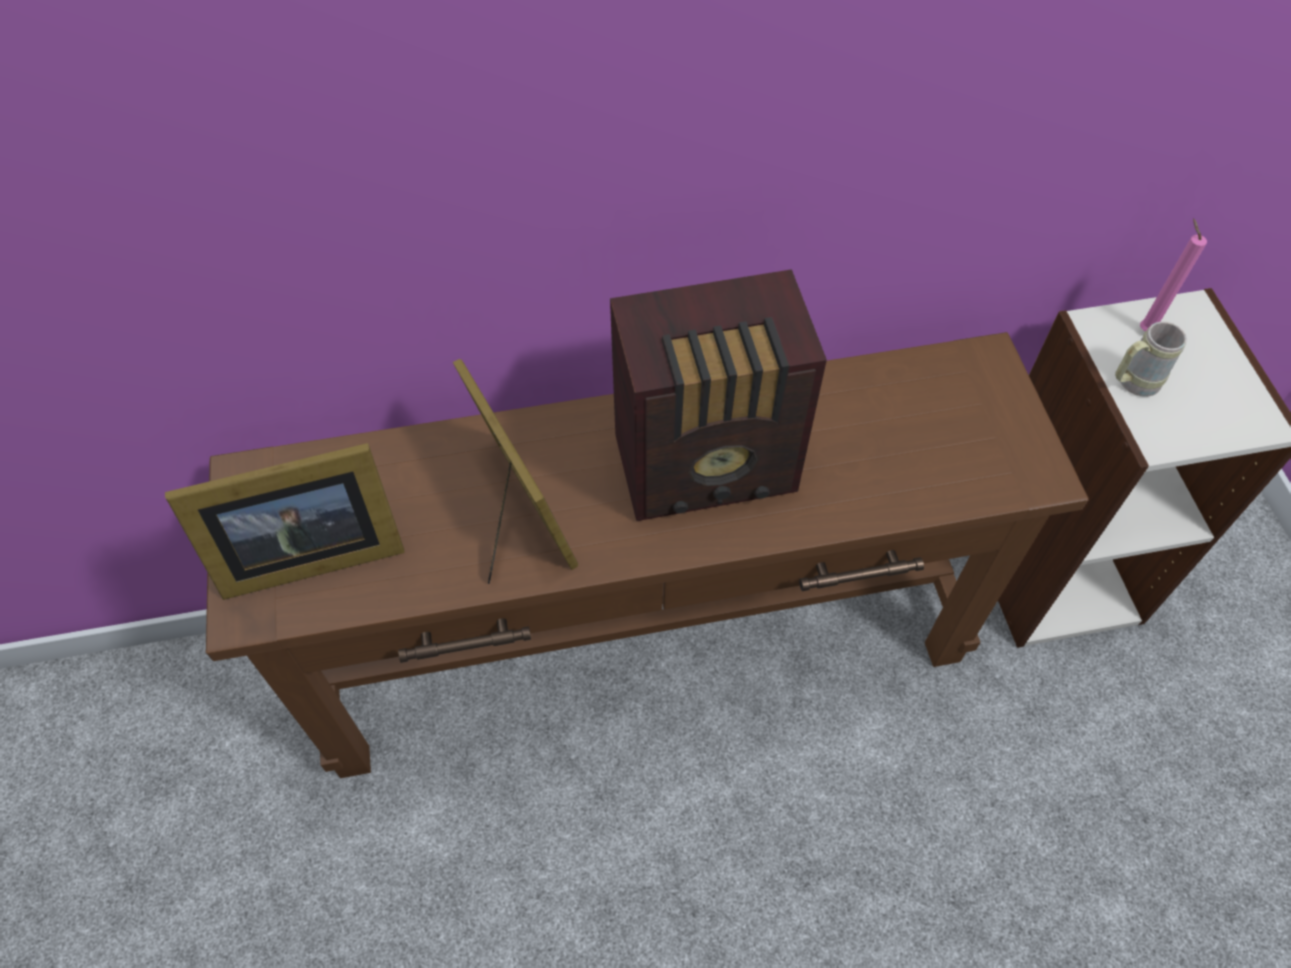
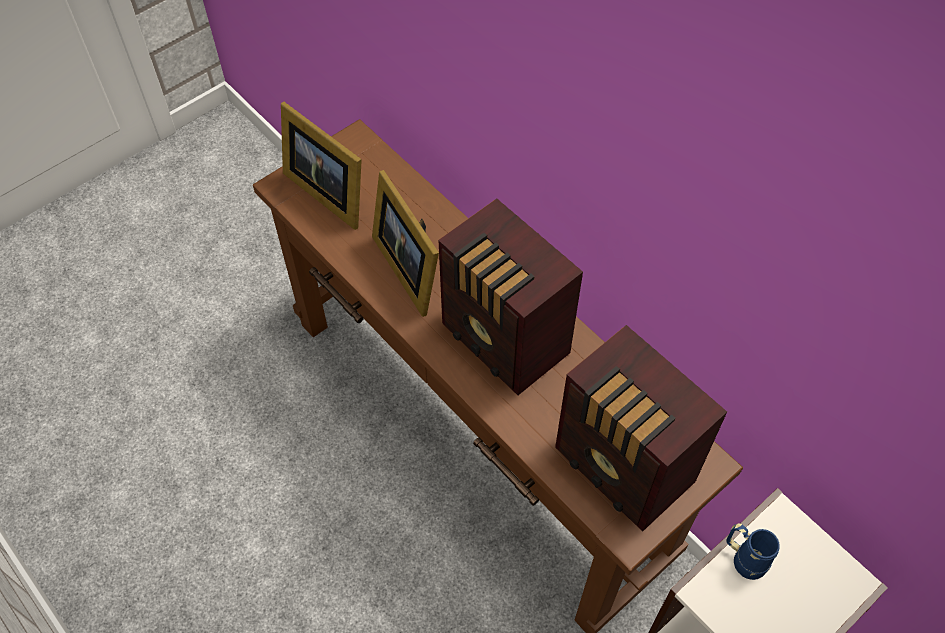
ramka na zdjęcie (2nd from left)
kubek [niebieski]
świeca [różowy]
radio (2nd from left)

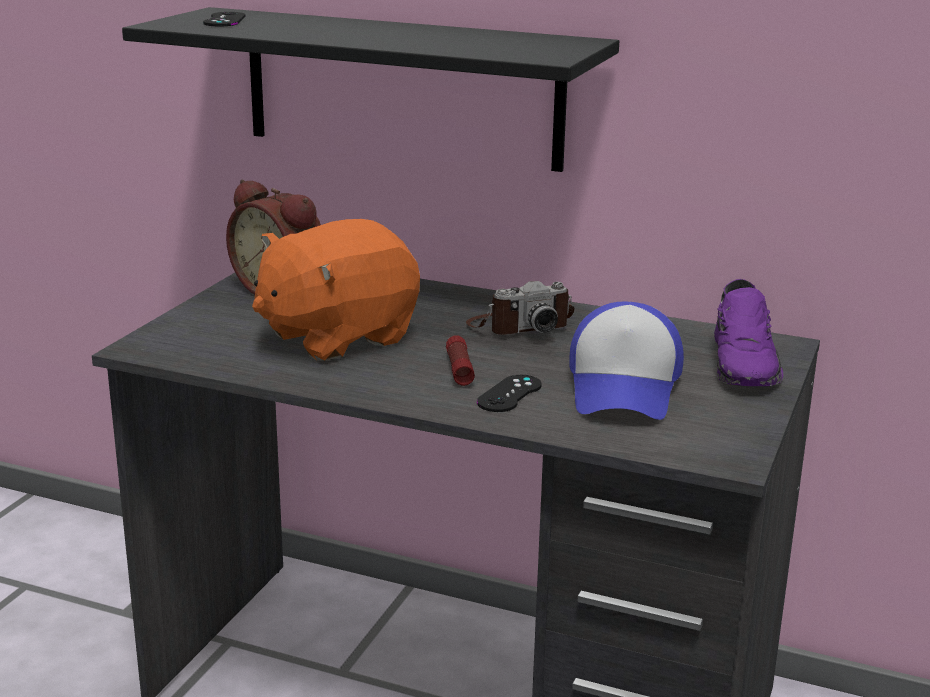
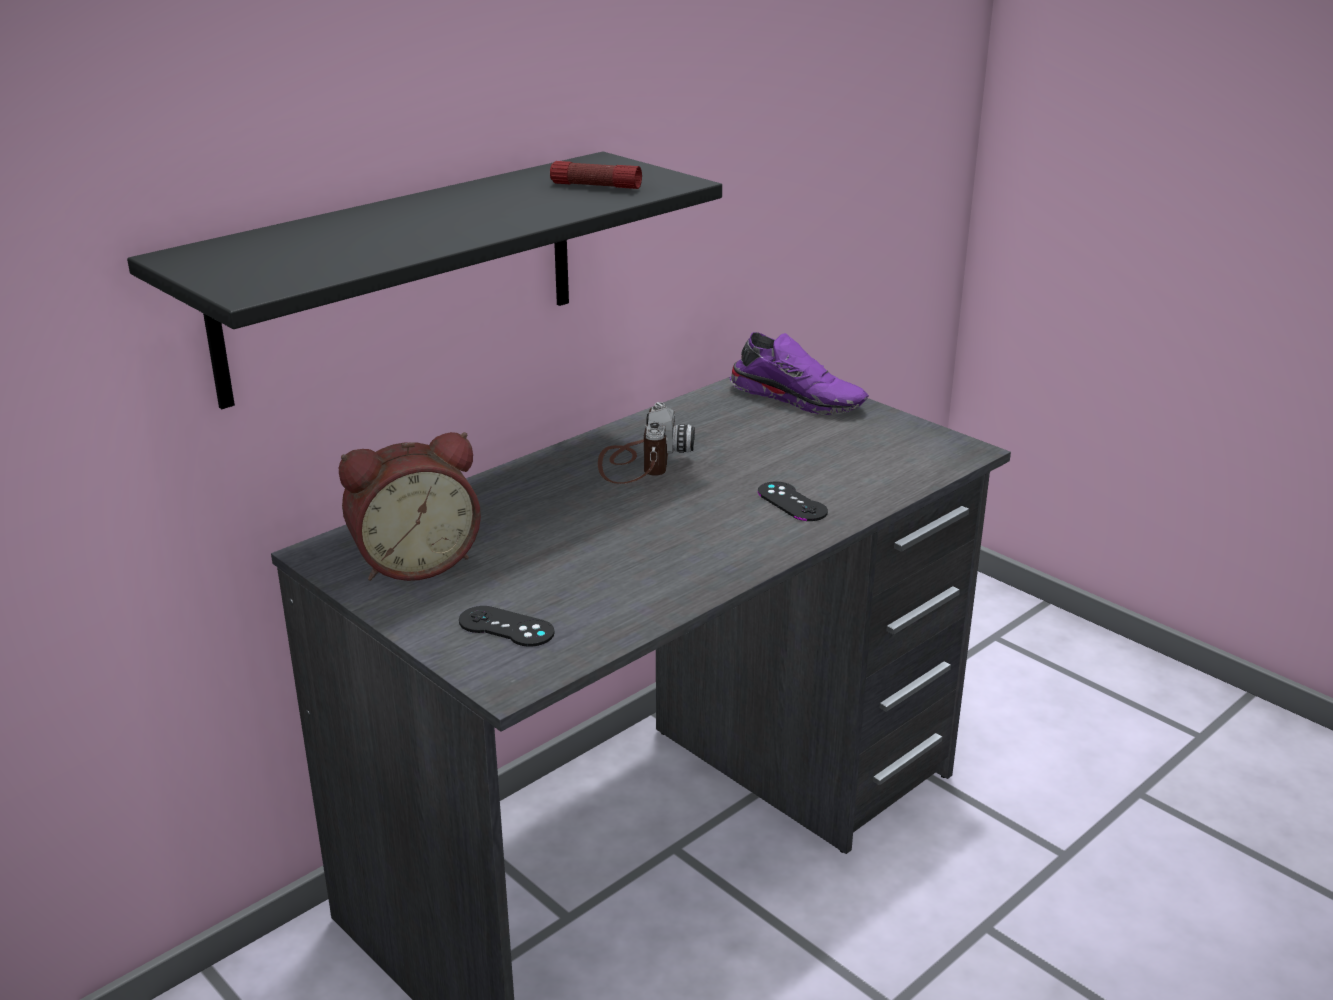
pad do gier [czarny] (1st from left)
pluszak [pomarańczowy]
latarka
czapka z daszkiem

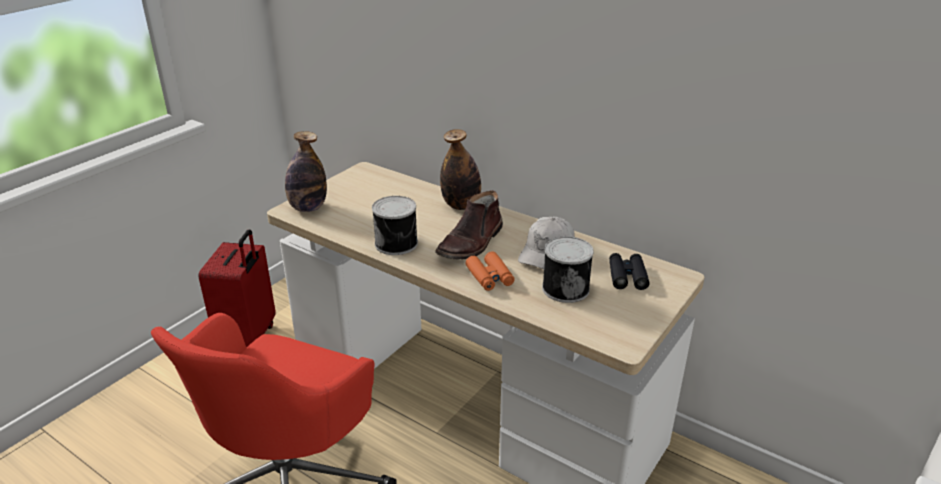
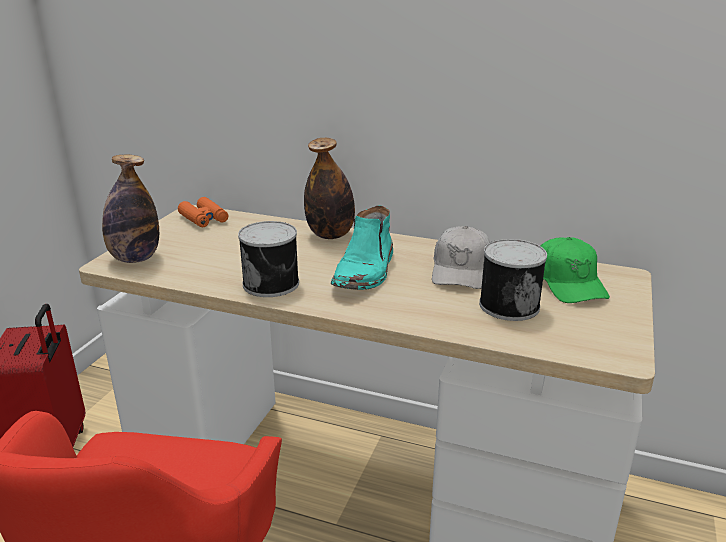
but z cholewką [turkusowy]
lornetka [pomarańczowy]
czapka z daszkiem [zielony]

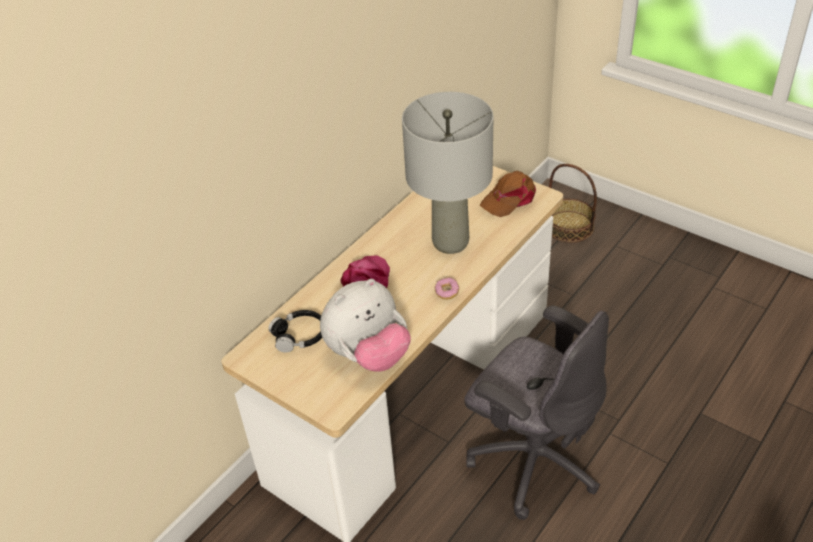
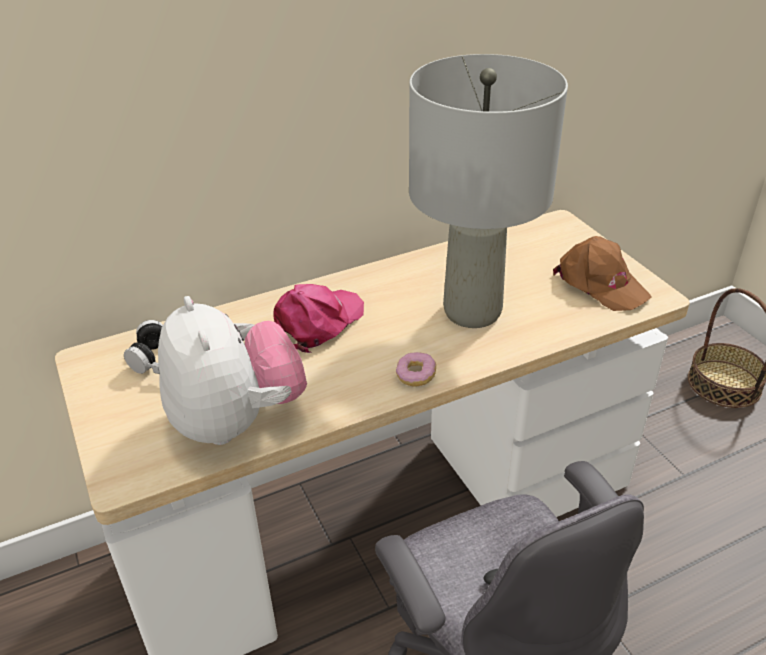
pluszak
czapka z daszkiem [brązowy]

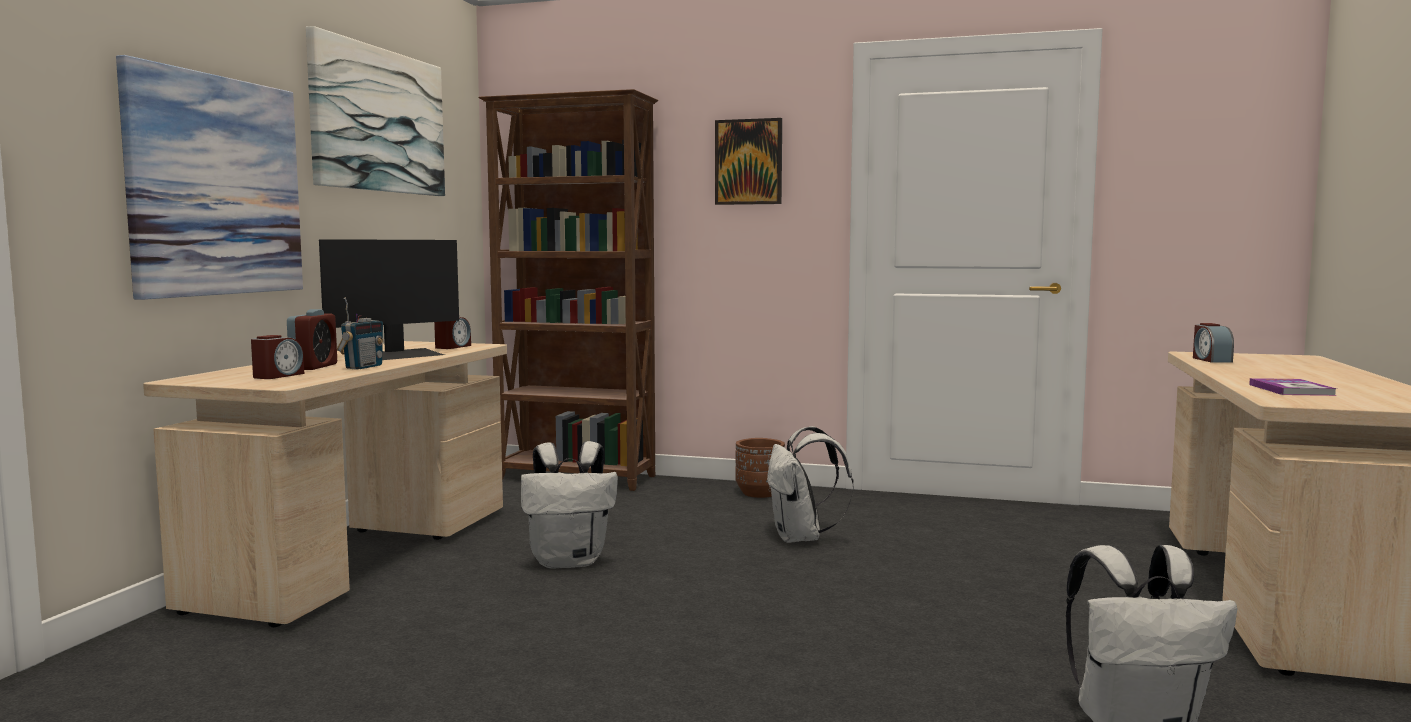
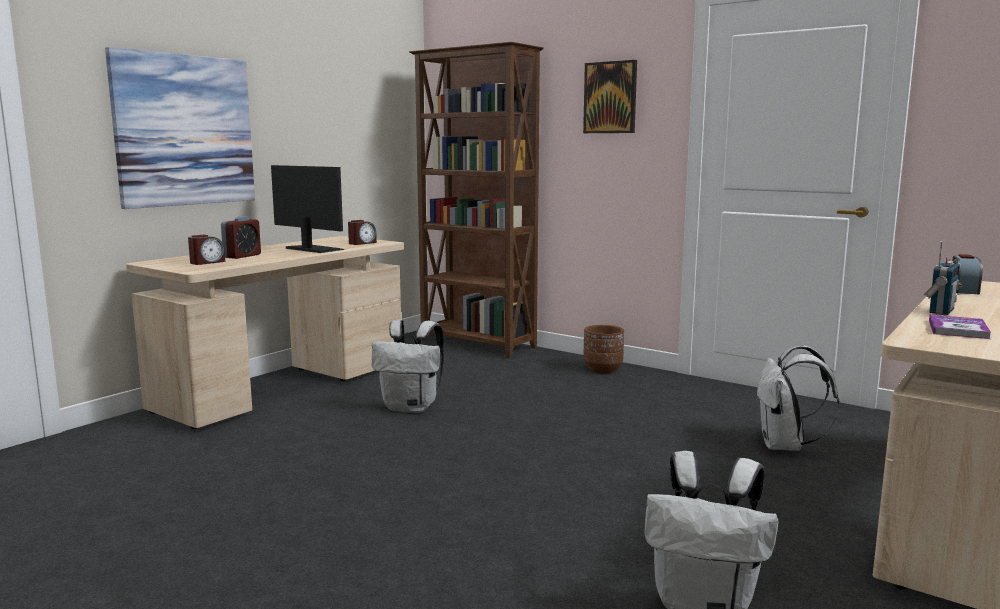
obraz (2nd from left in the first image)
monitor
radio
plecak [biały] (3rd from left)

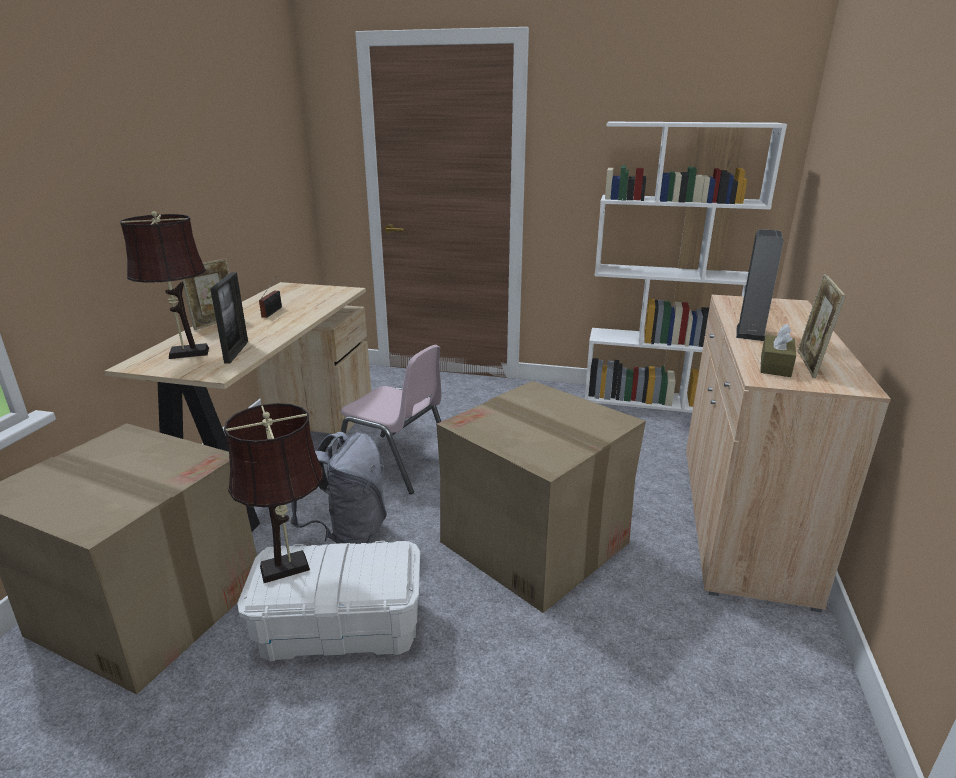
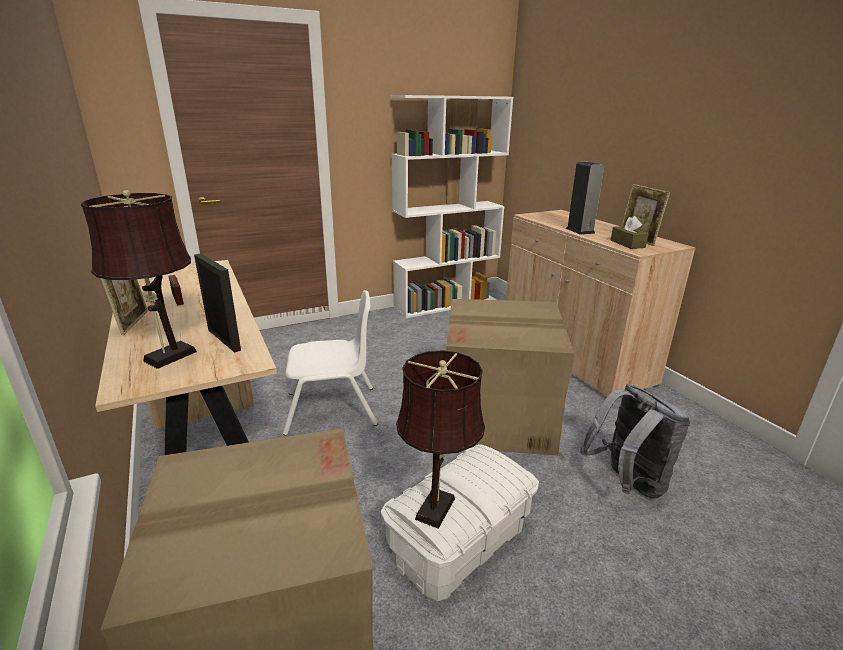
plecak [szary]
krzesło [biały]

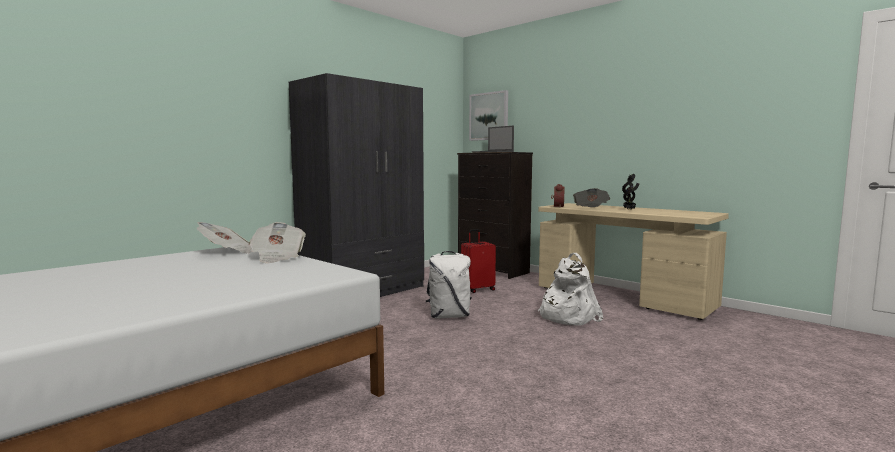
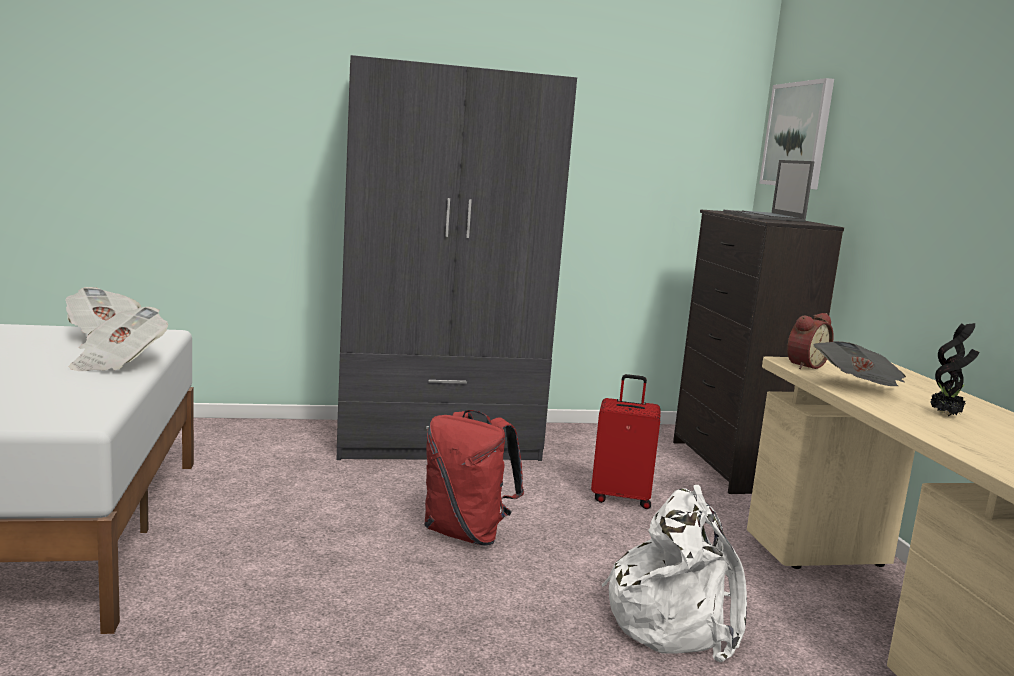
plecak [czerwony]

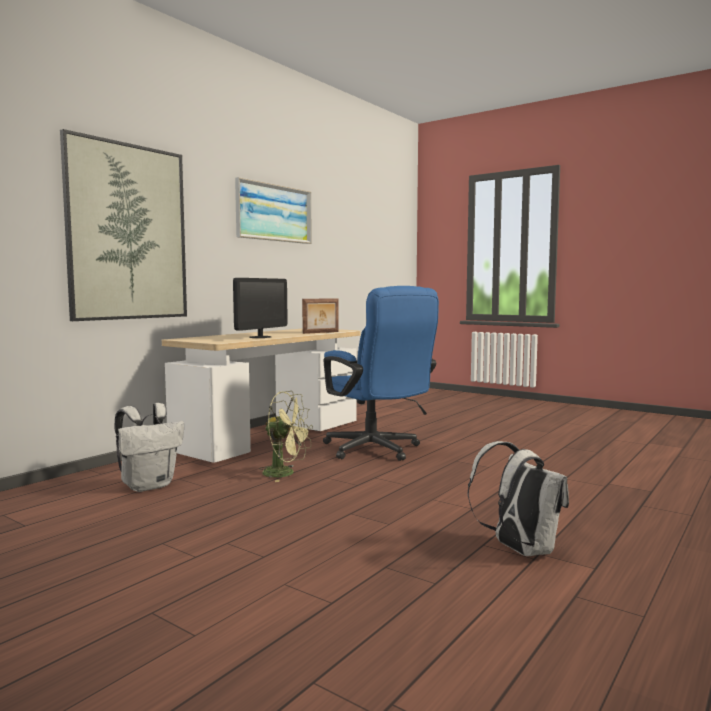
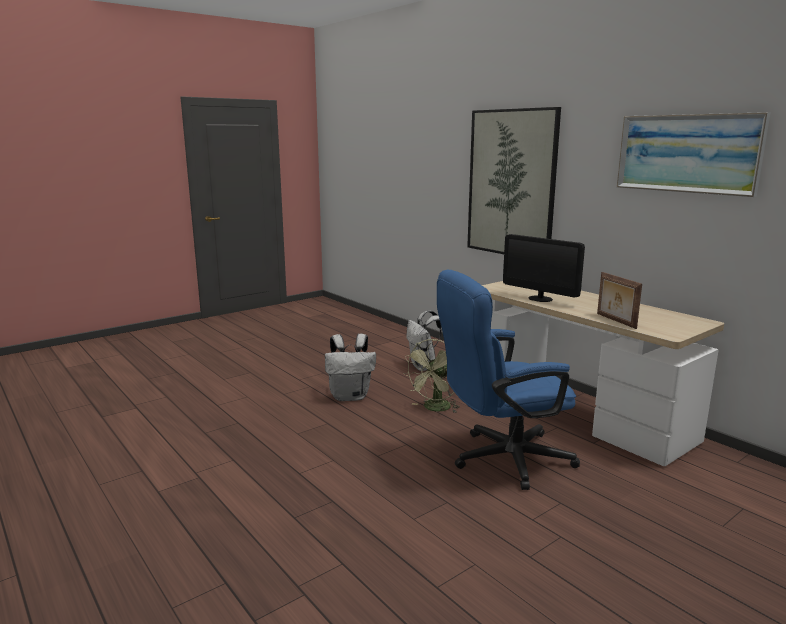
plecak [biały] (1st from left)

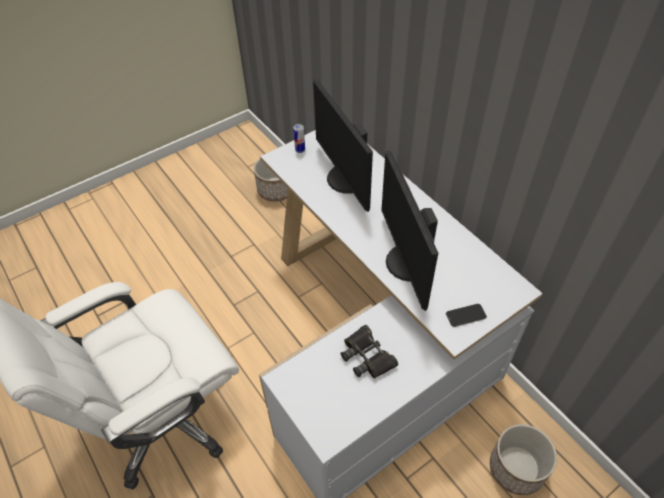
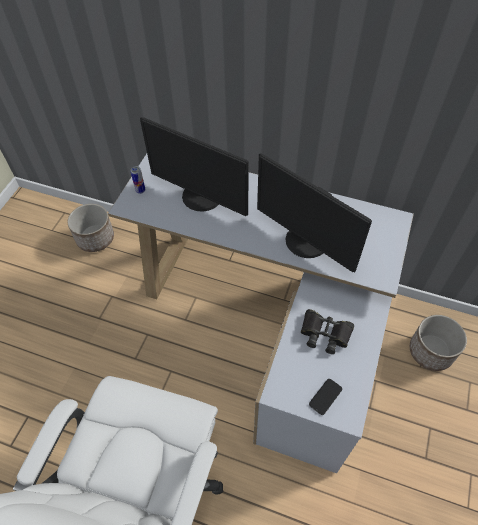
telefon

